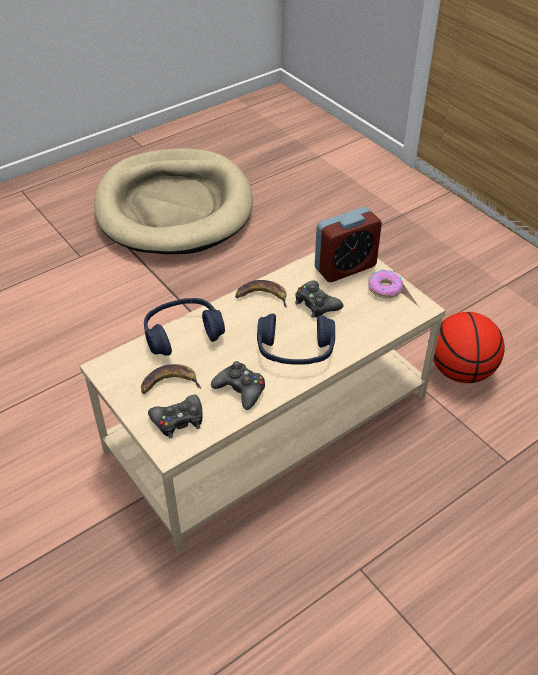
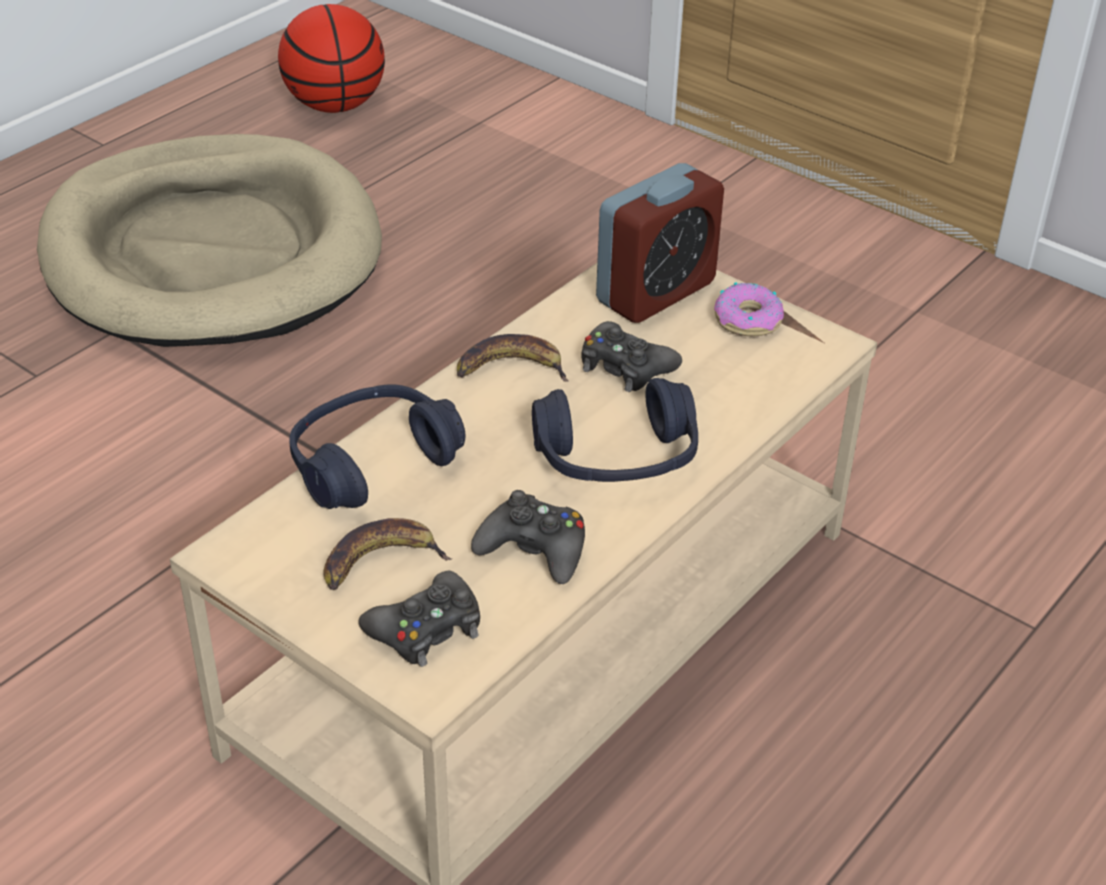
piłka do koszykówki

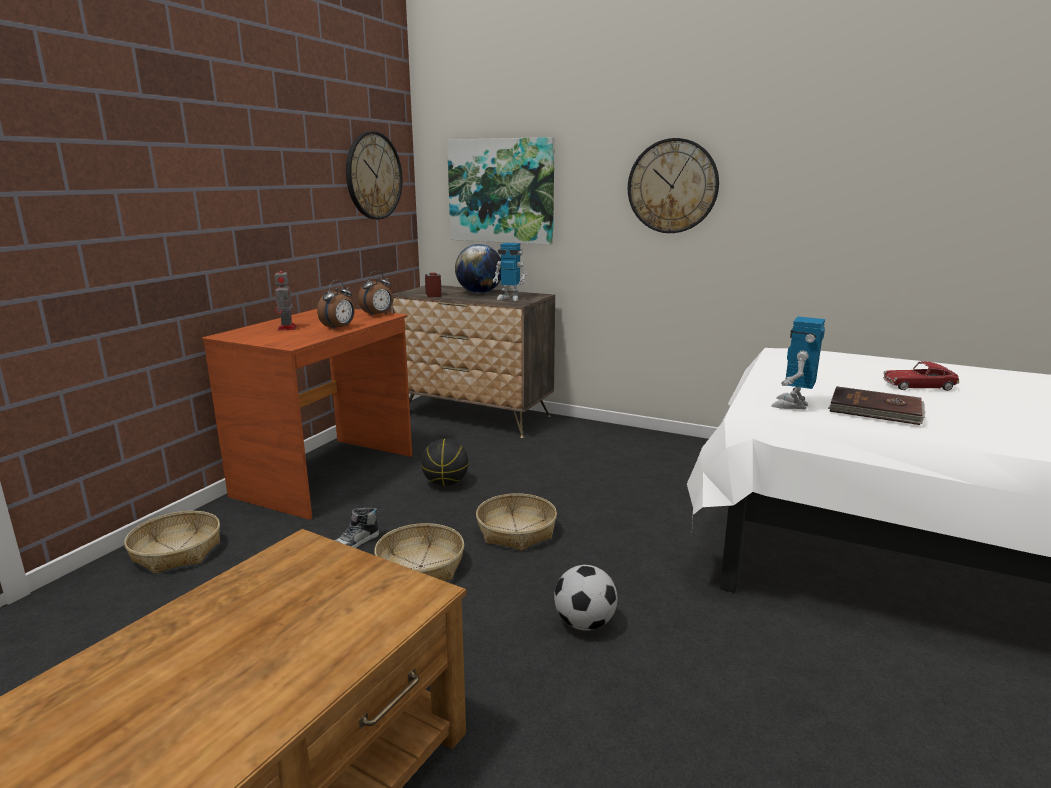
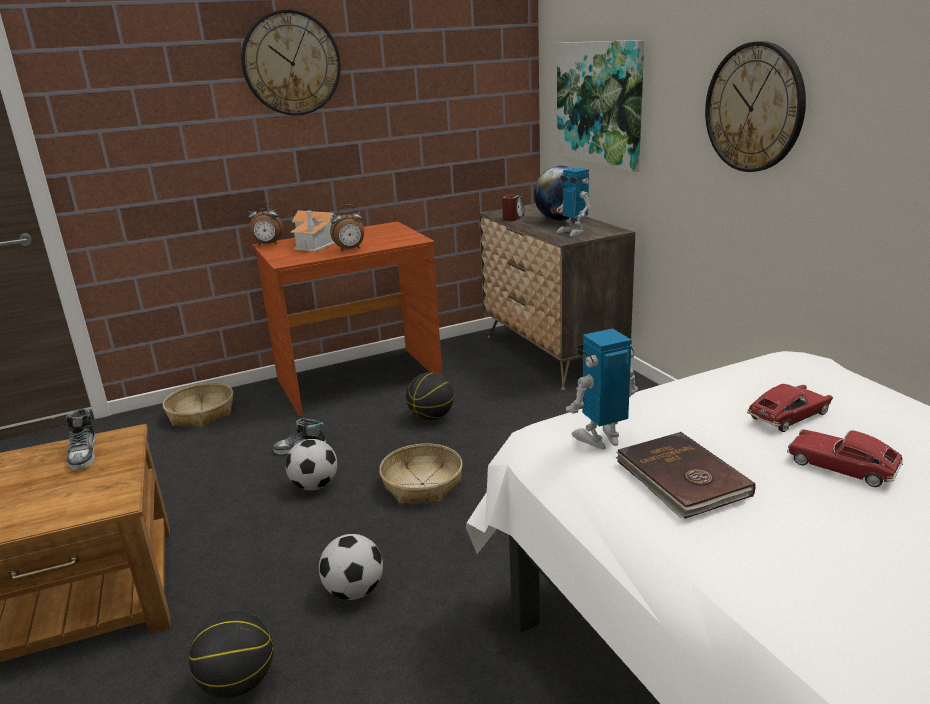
domek
zegar ścienny (1st from left)
budzik (1st from left)
piłka futbolowa (1st from left)
but (1st from left)
piłka do koszykówki (1st from left)
samochodzik (1st from left)

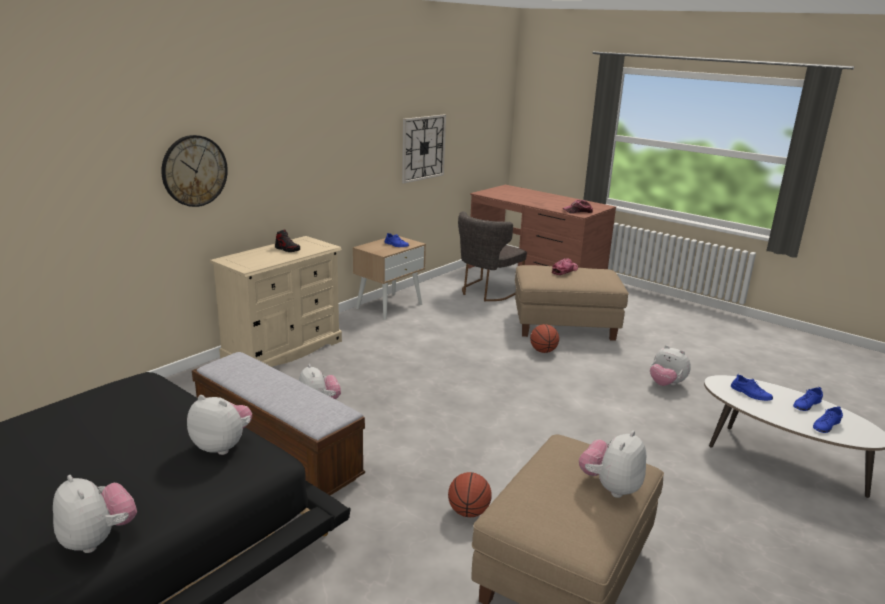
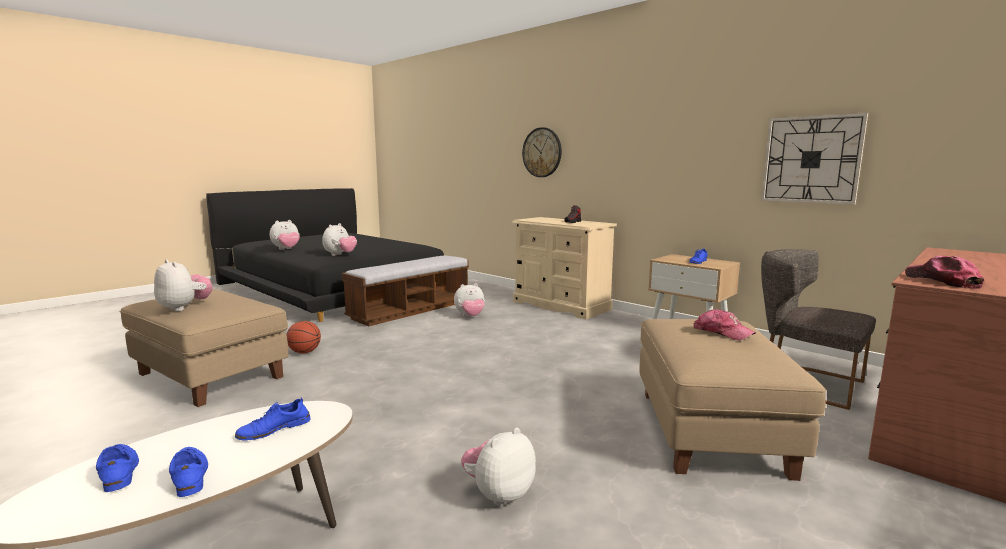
piłka do koszykówki (2nd from left in the first image)

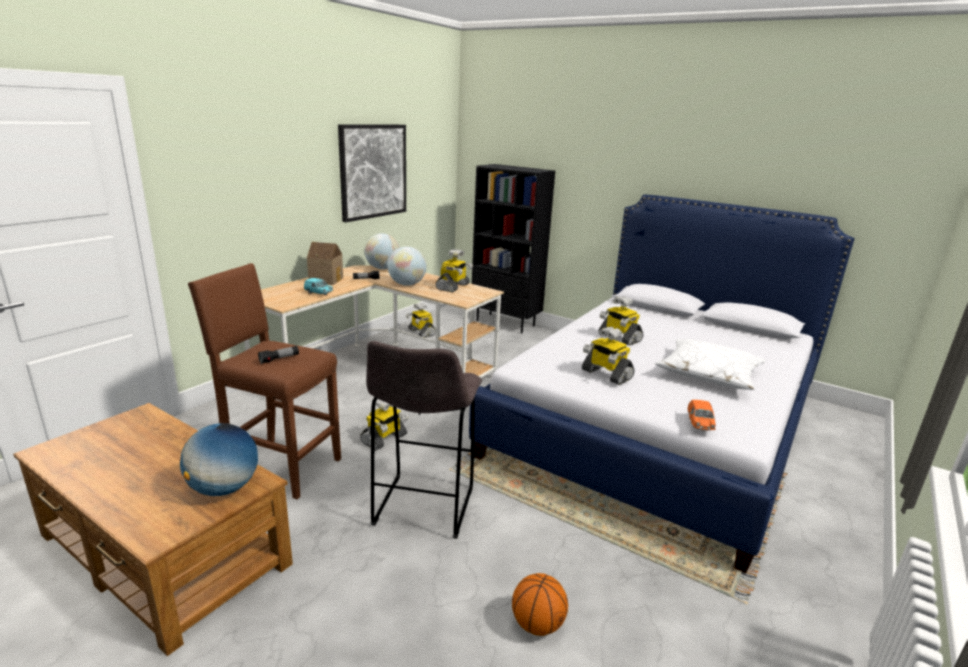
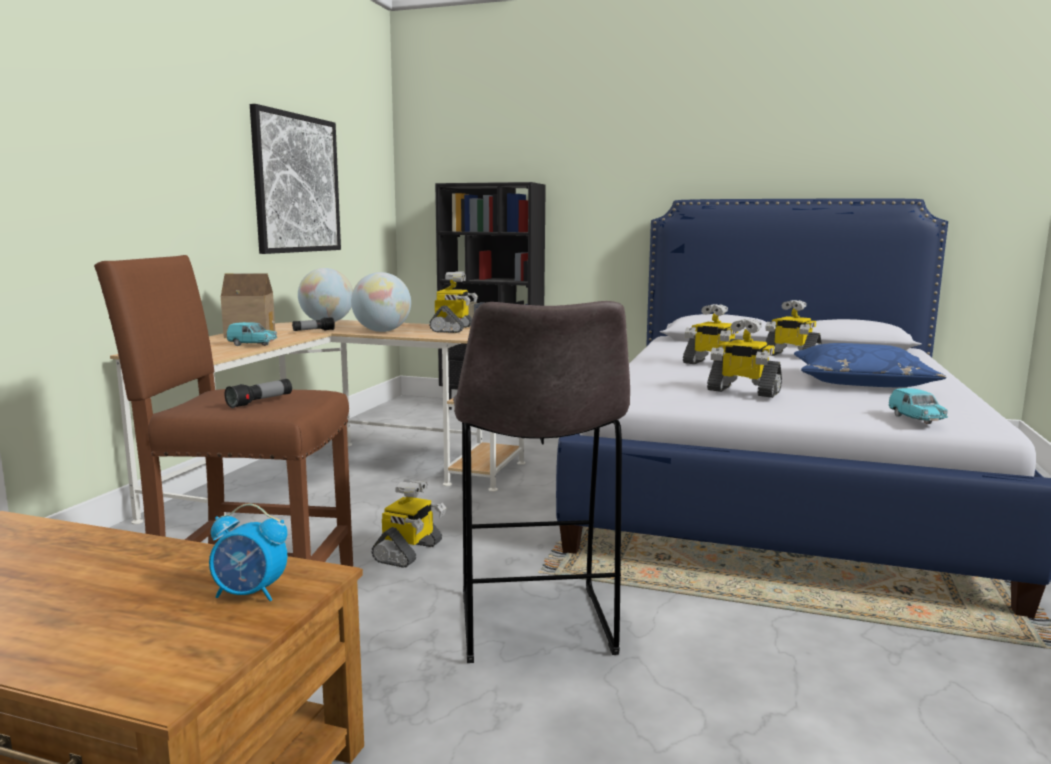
budzik
robot zabawkowy (5th from left)
piłka do koszykówki
poduszka [niebieski]
samochodzik [turkusowy] (2nd from left)

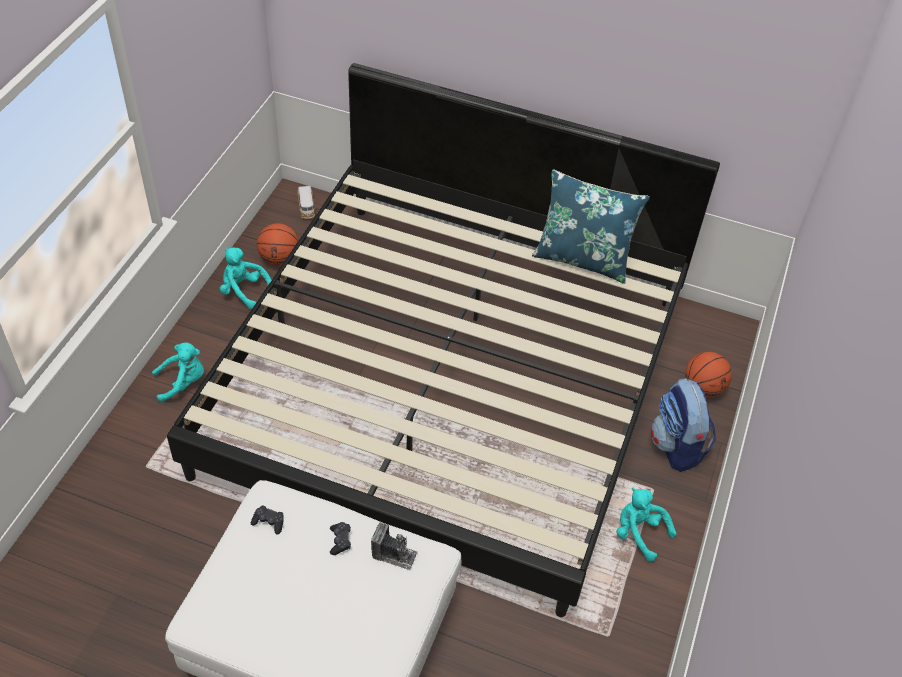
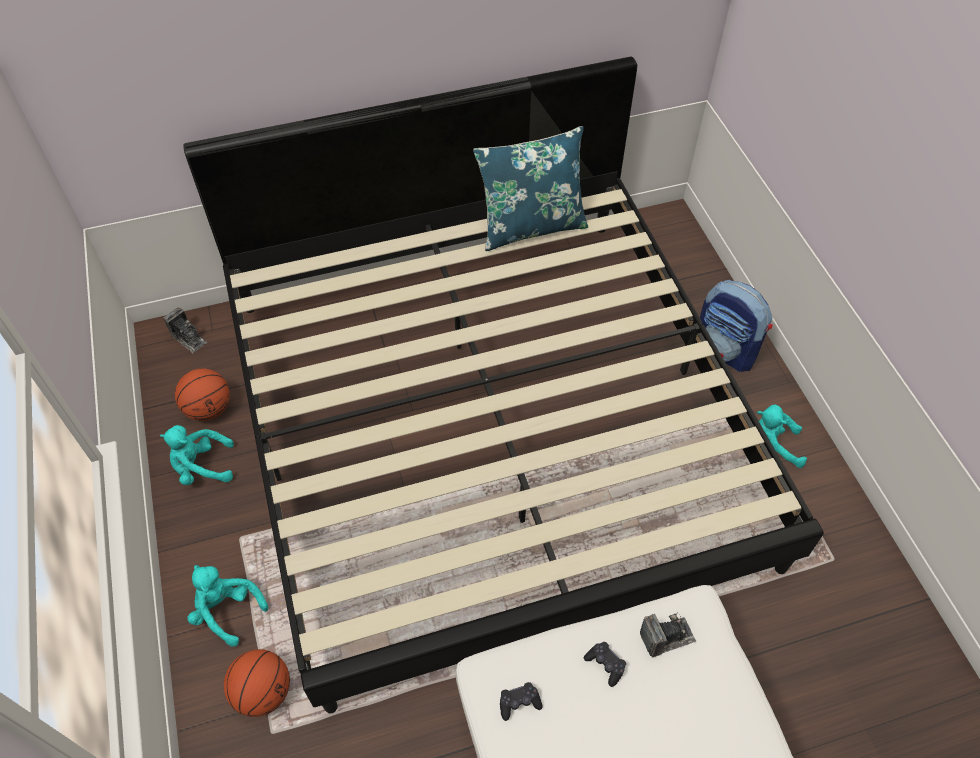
pluszak [turkusowy] (2nd from left)
aparat fotograficzny (1st from left)
piłka do koszykówki (2nd from left)

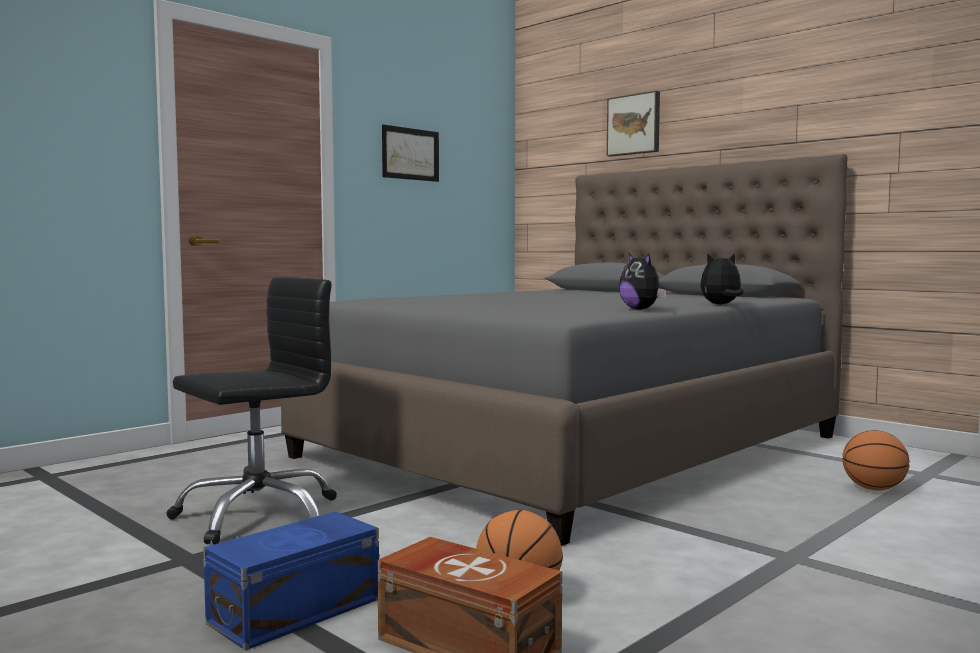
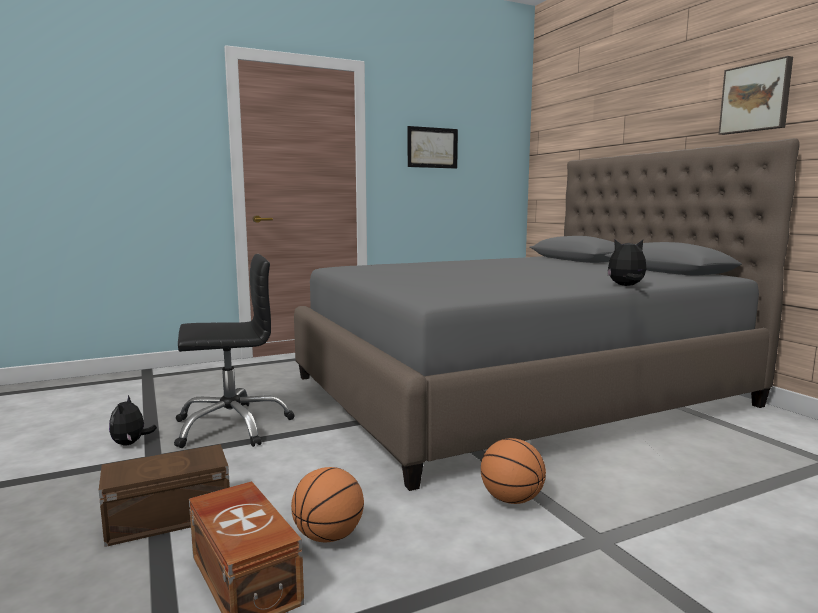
pojemnik do przechowywania [brązowy] (1st from left)
obraz (2nd from left)
pluszak (1st from left)
piłka do koszykówki (2nd from left)

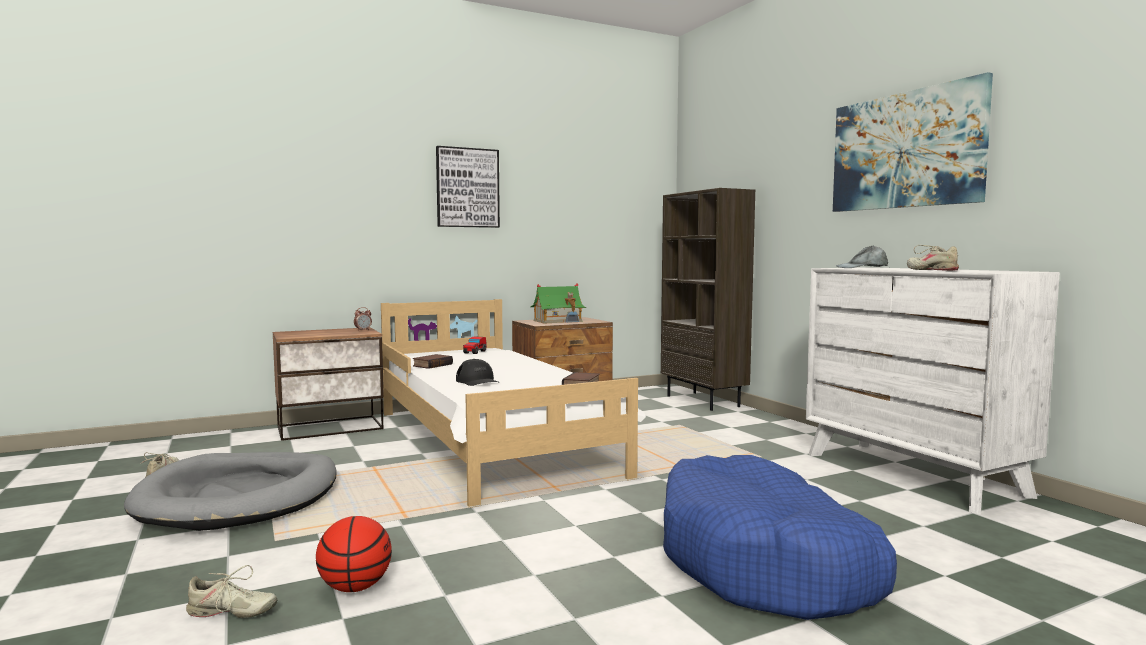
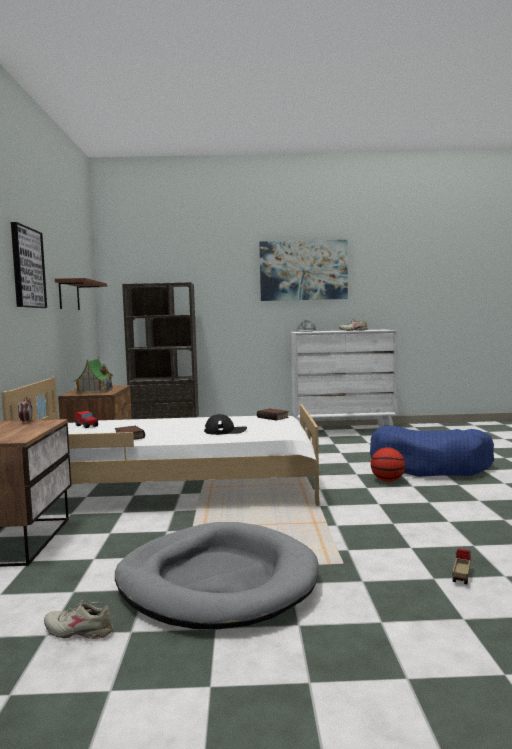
ciężarówka zabawkowa
piłka do koszykówki
półka [brązowy]

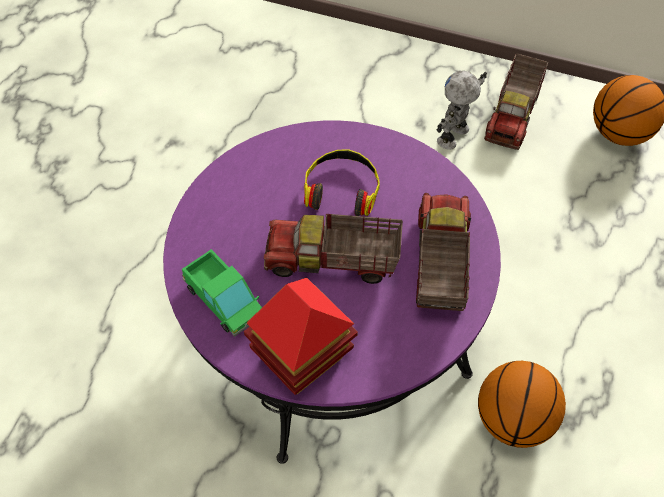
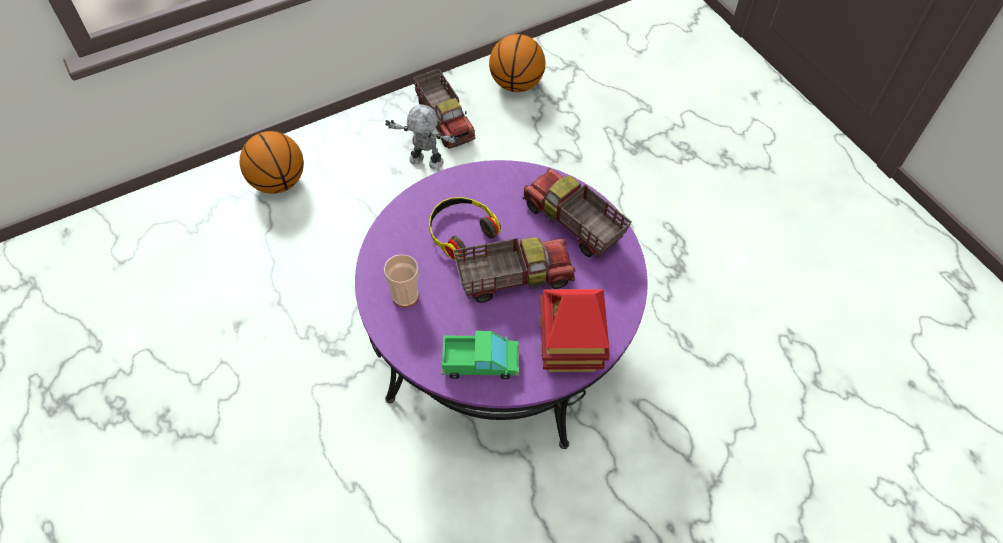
ciężarówka zabawkowa (3rd from left)
robot zabawkowy
piłka do koszykówki (1st from left)
filiżanka

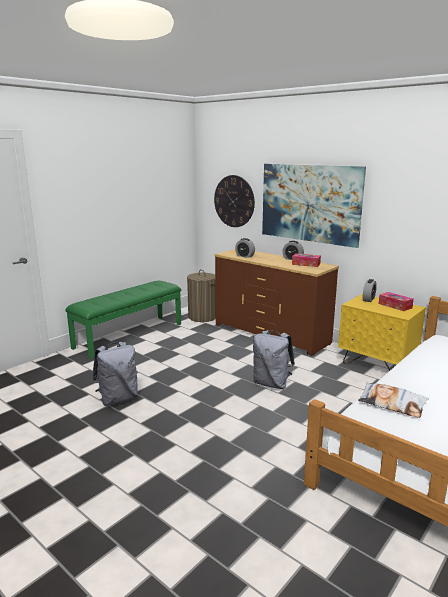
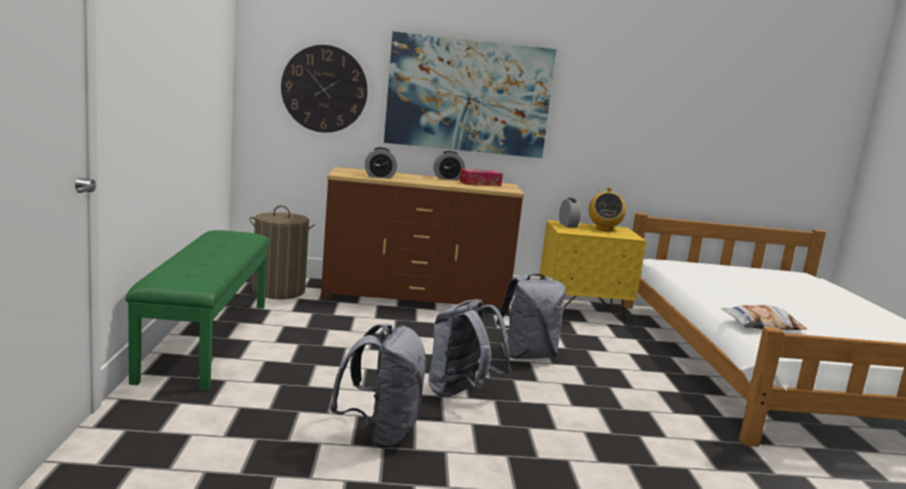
radio
plecak [szary] (2nd from left)

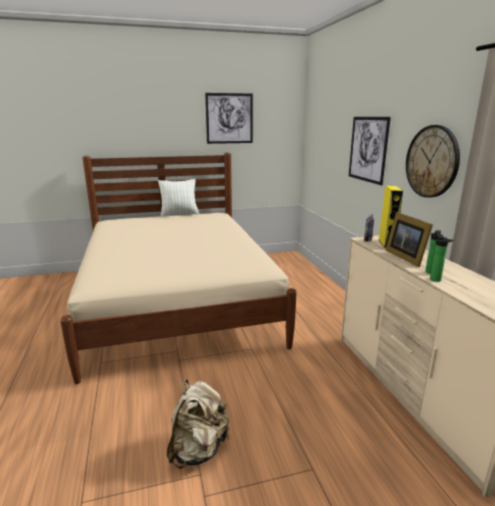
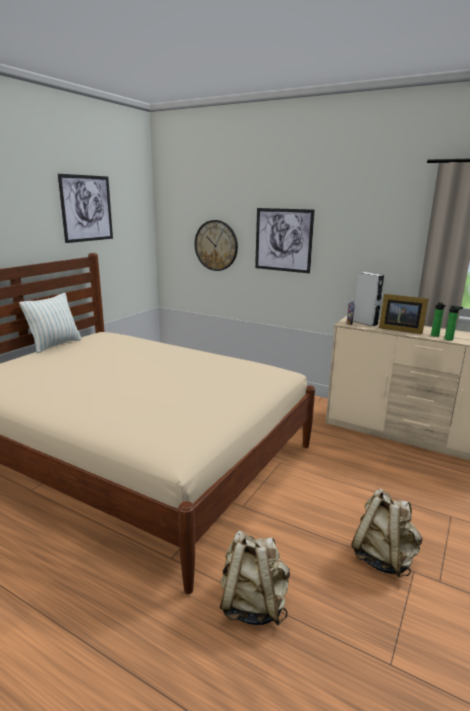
głośnik [szary]
zegar ścienny
plecak [beżowy] (1st from left)

